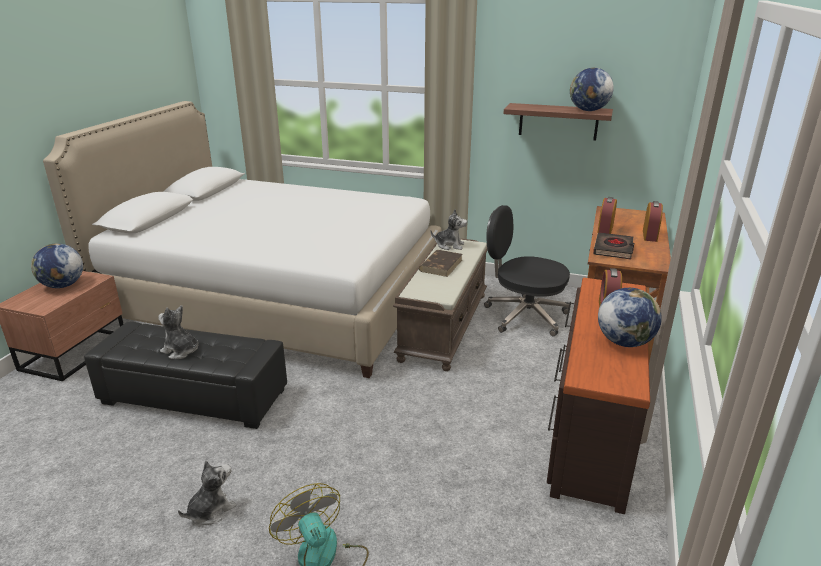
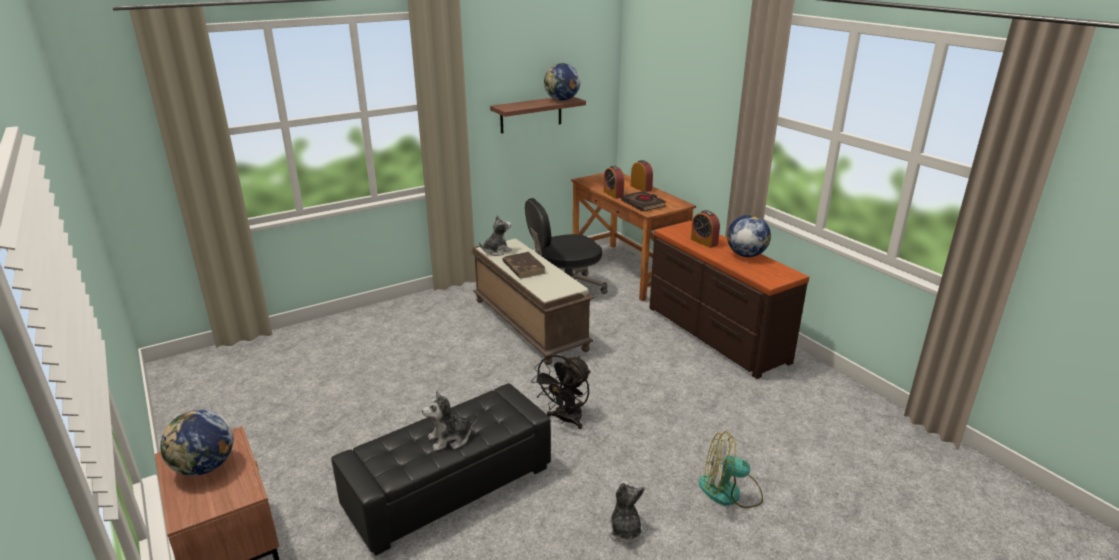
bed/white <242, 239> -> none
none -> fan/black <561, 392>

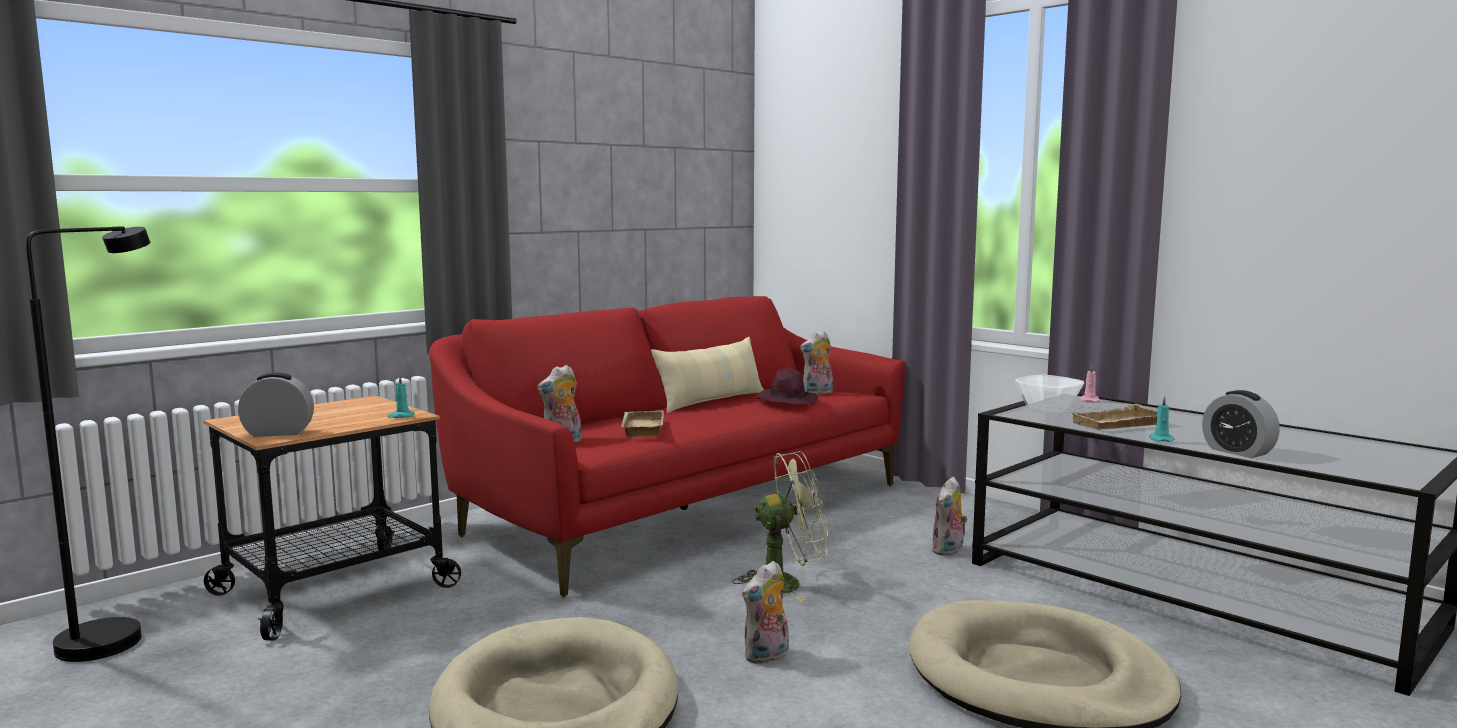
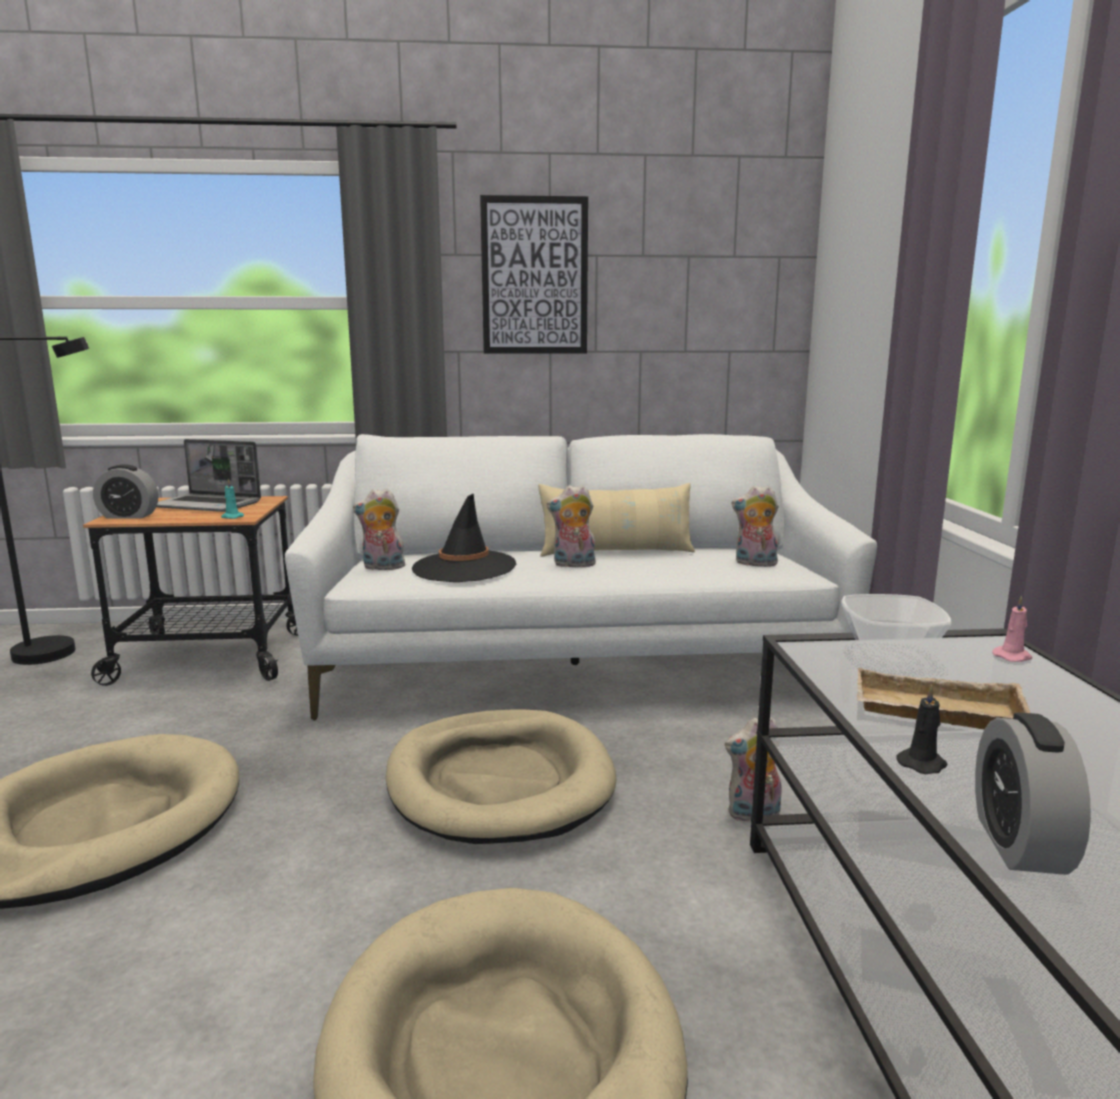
hat/purple <788, 387> -> none
none -> laptop <209, 475>
none -> picture <534, 274>
plush toy <765, 612> -> plush toy <571, 526>, moved
tray/beige <642, 423> -> hat/black <464, 537>
fan/green <780, 526> -> dog bed/beige <501, 777>
sofa/red <667, 446> -> sofa/white <581, 577>
candle/turquoise <1162, 419> -> candle/black <921, 729>
alarm clock <276, 404> -> alarm clock <125, 491>, 150 degrees clockwise

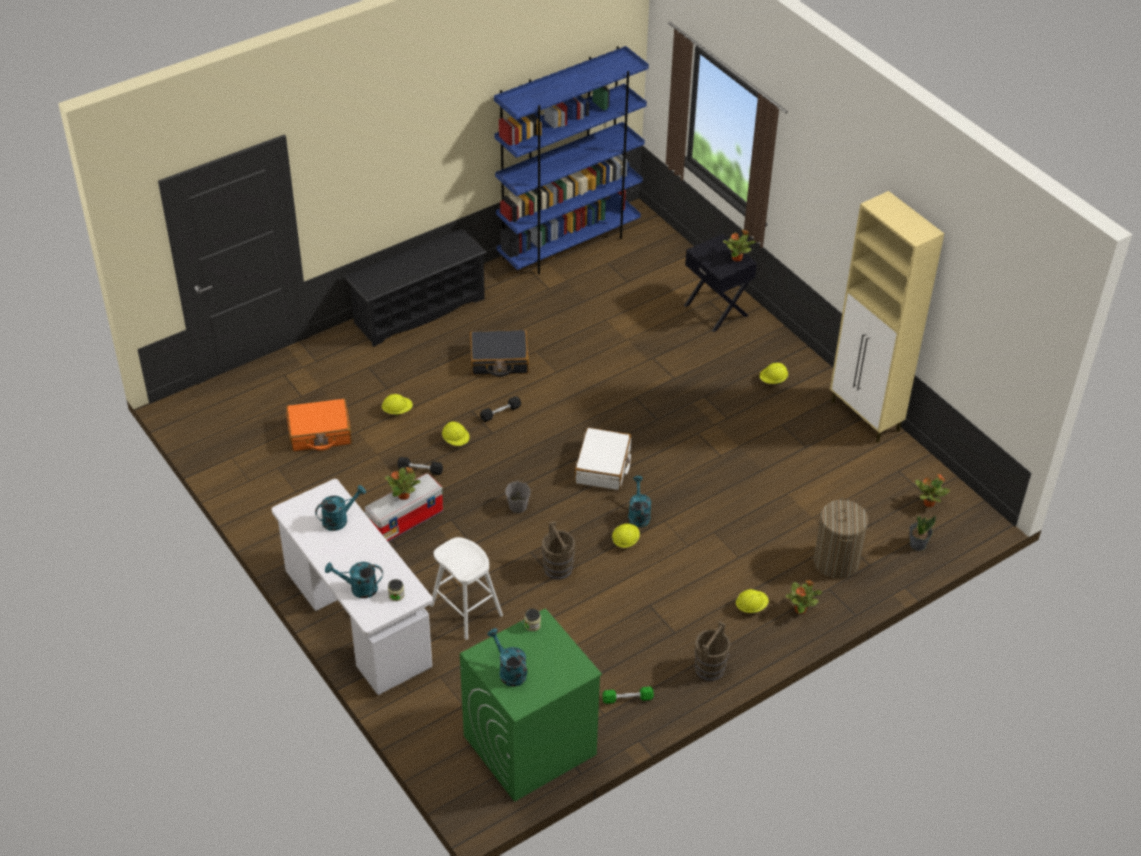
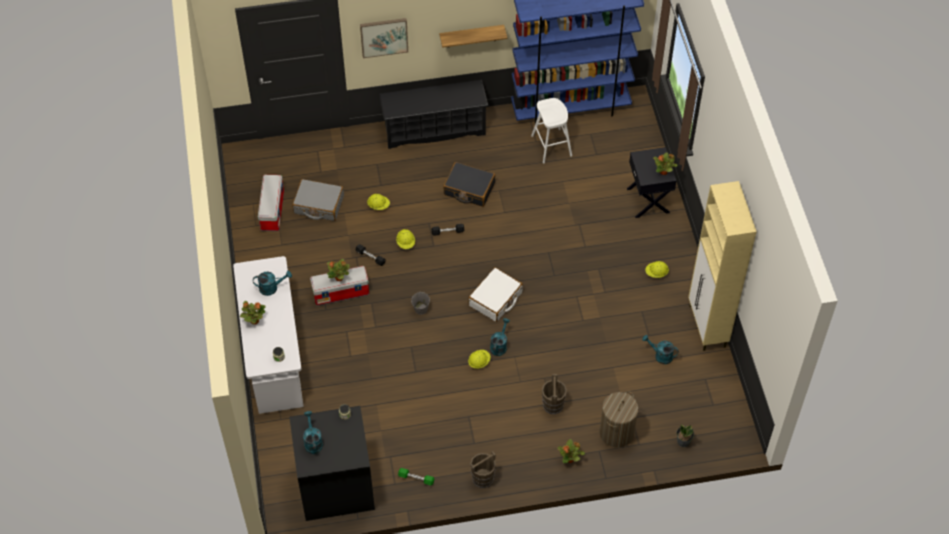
hard hat/yellow <752, 601> -> none
none -> storage box <271, 203>
none -> picture <384, 38>
none -> shelf <473, 36>
watering can/turquoise <354, 580> -> watering can/turquoise <660, 349>, moved
stool/white <466, 588> -> stool/white <551, 130>, moved
bucket/brown <558, 550> -> bucket/brown <554, 394>, moved
potted plant <933, 490> -> potted plant <253, 313>, moved
suitcase/orange <319, 424> -> suitcase/grey <318, 200>
washing machine/green <531, 705> -> washing machine/black <332, 463>

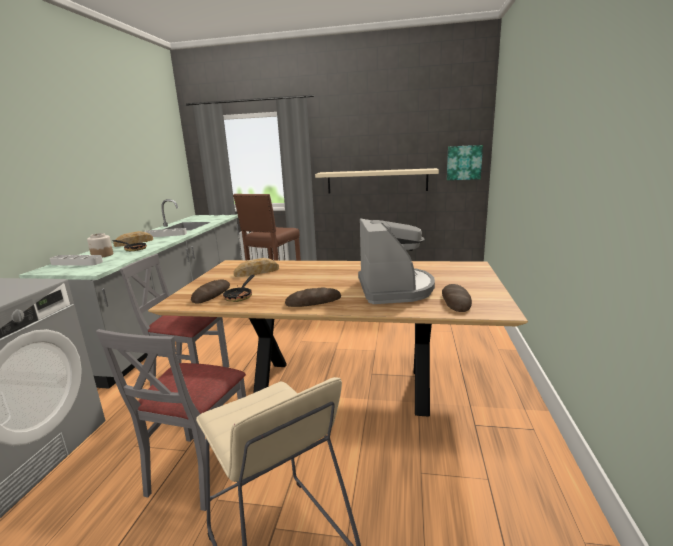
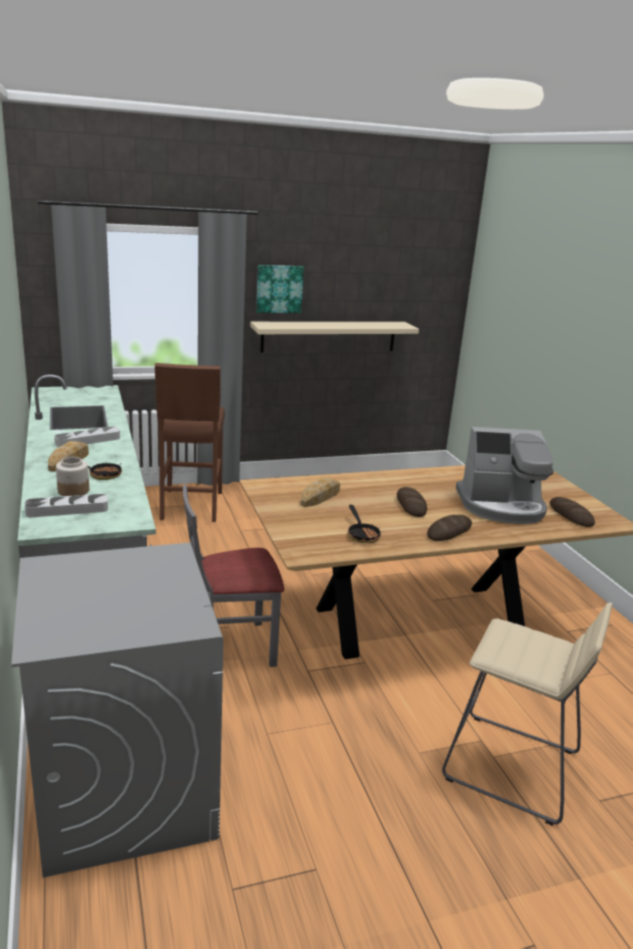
chair/grey <171, 420> -> none
bread <210, 291> -> bread <412, 502>, moved
picture <465, 162> -> picture <280, 289>, moved
coffee machine <396, 261> -> coffee machine <505, 475>, 120 degrees clockwise

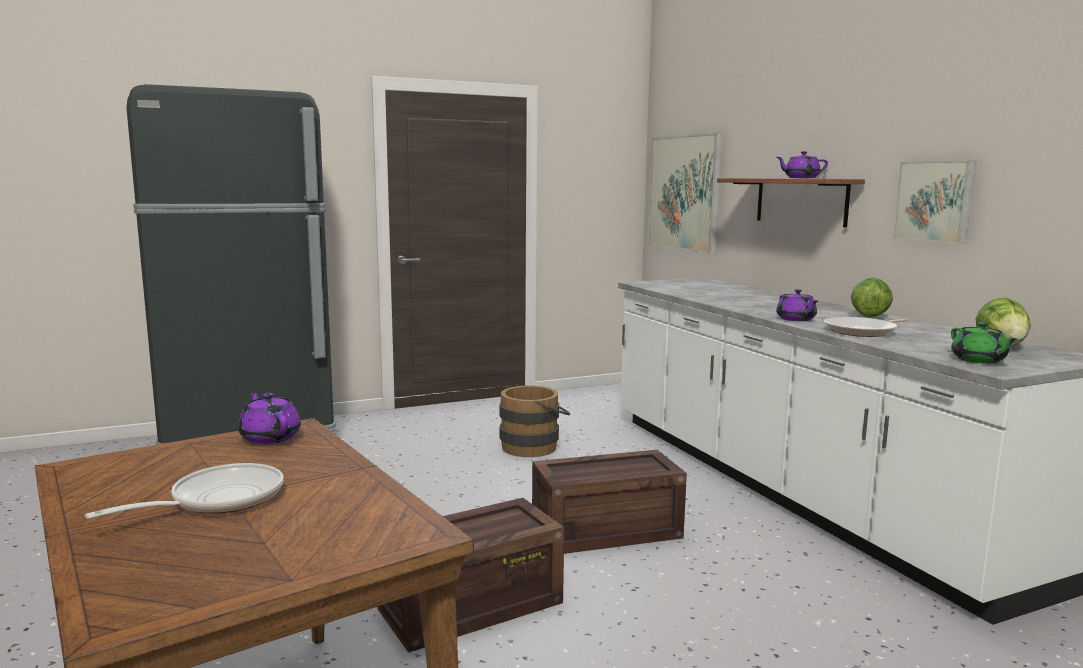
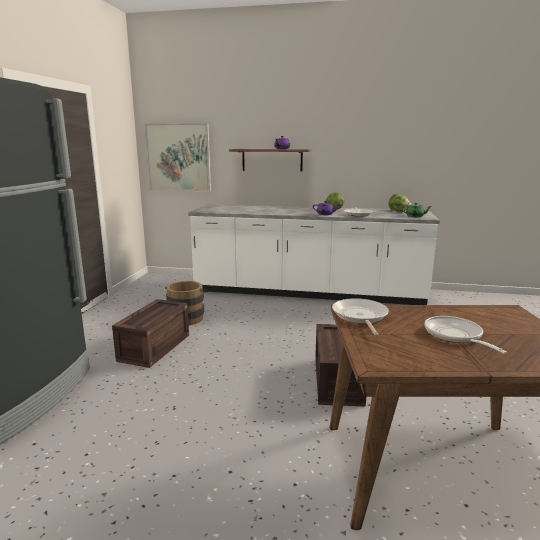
picture <934, 202> -> none
crate <609, 502> -> crate <150, 333>, moved
teapot/purple <269, 418> -> frying pan <360, 317>

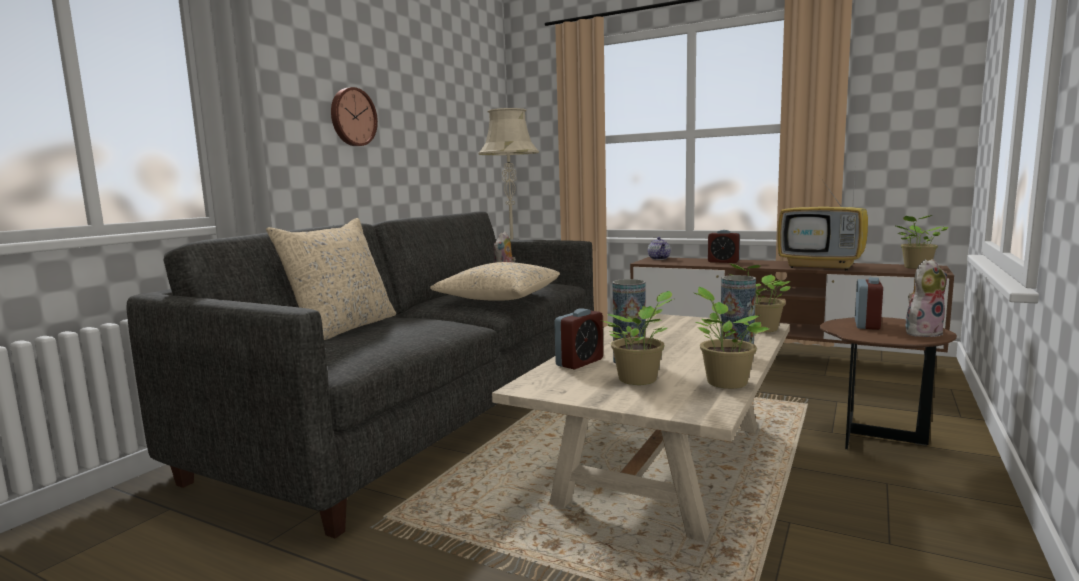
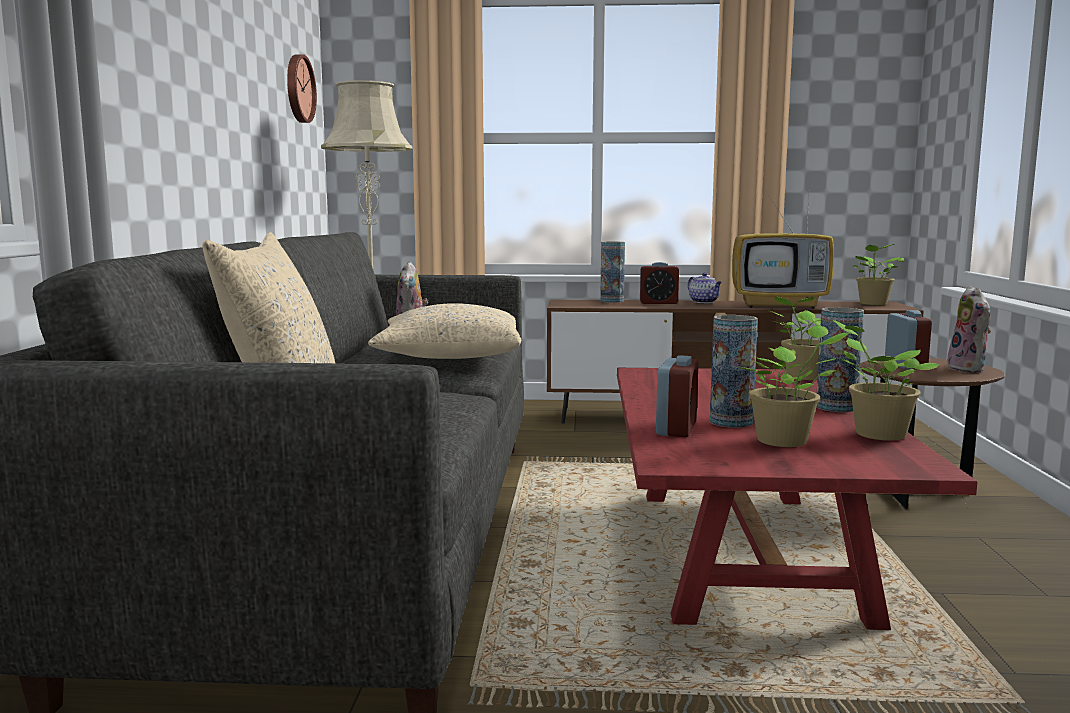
none -> vase <612, 272>
wall clock <354, 116> -> wall clock <302, 88>, moved
teapot <659, 248> -> teapot <705, 287>, moved
coffee table/beige <641, 428> -> coffee table/red <797, 499>
plush toy <926, 298> -> plush toy <969, 329>, 135 degrees clockwise

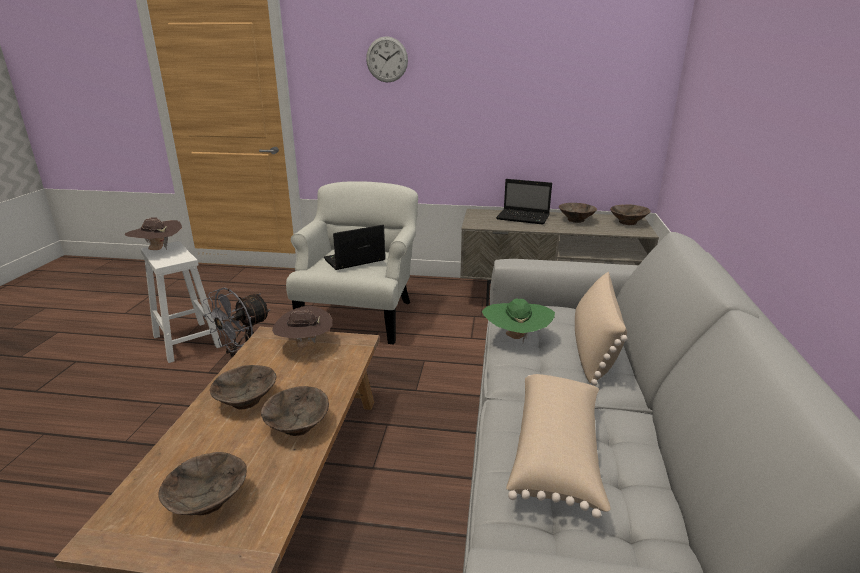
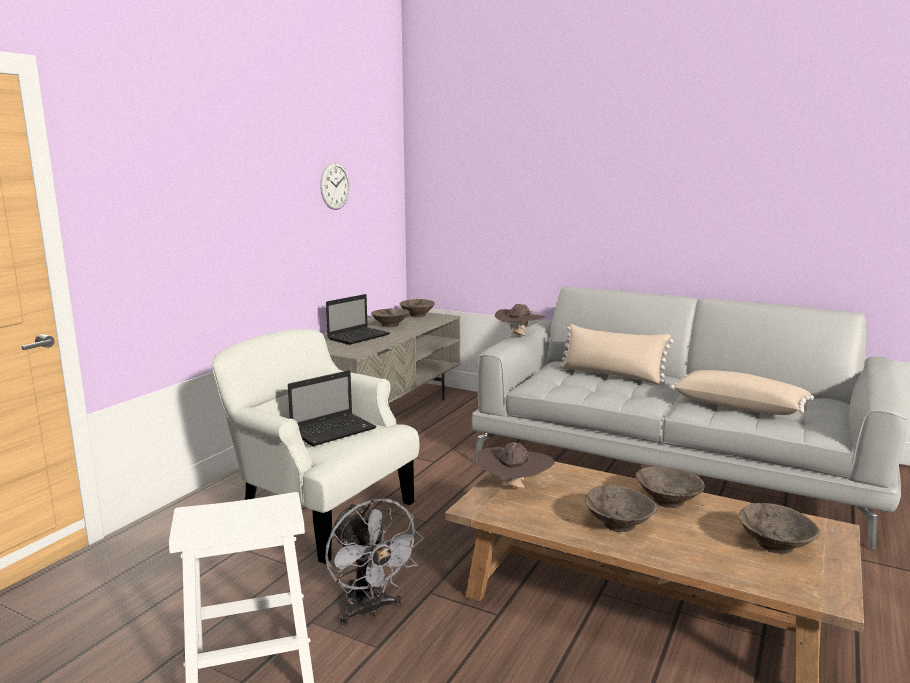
hat/green <518, 320> -> none
hat/brown <153, 233> -> hat/brown <520, 320>, moved
wall clock <387, 59> -> wall clock <335, 186>, moved
laptop <355, 247> -> laptop <332, 408>, 120 degrees counterclockwise

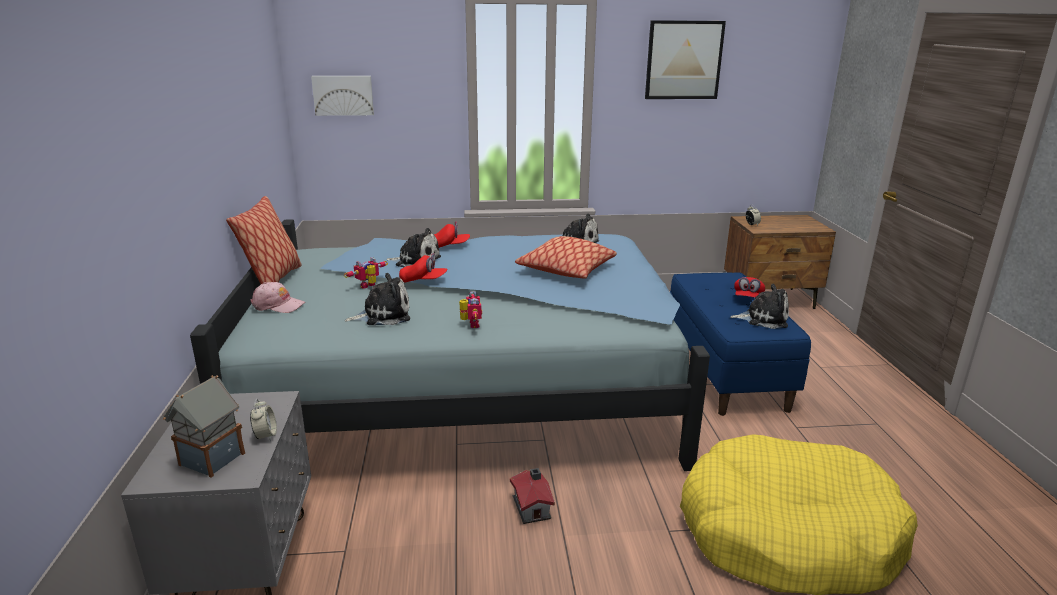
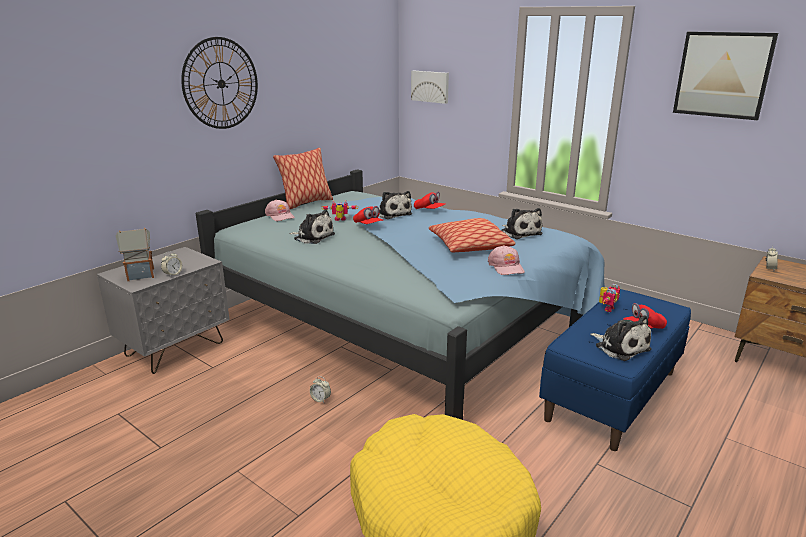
none -> wall clock <219, 83>
none -> cap/pink <506, 260>
toy robot <470, 309> -> toy robot <609, 298>, moved
toy house <532, 496> -> alarm clock <320, 389>

